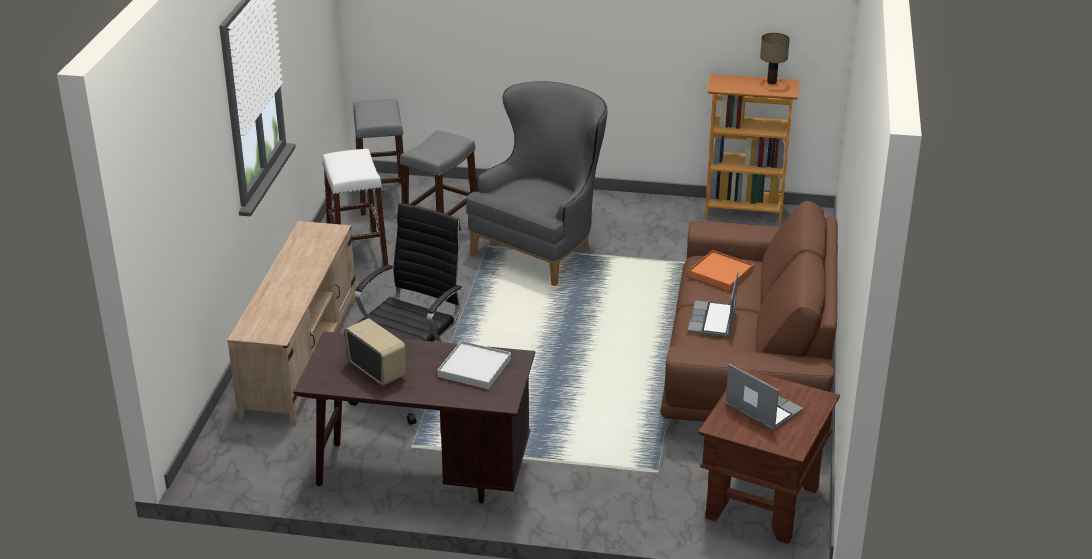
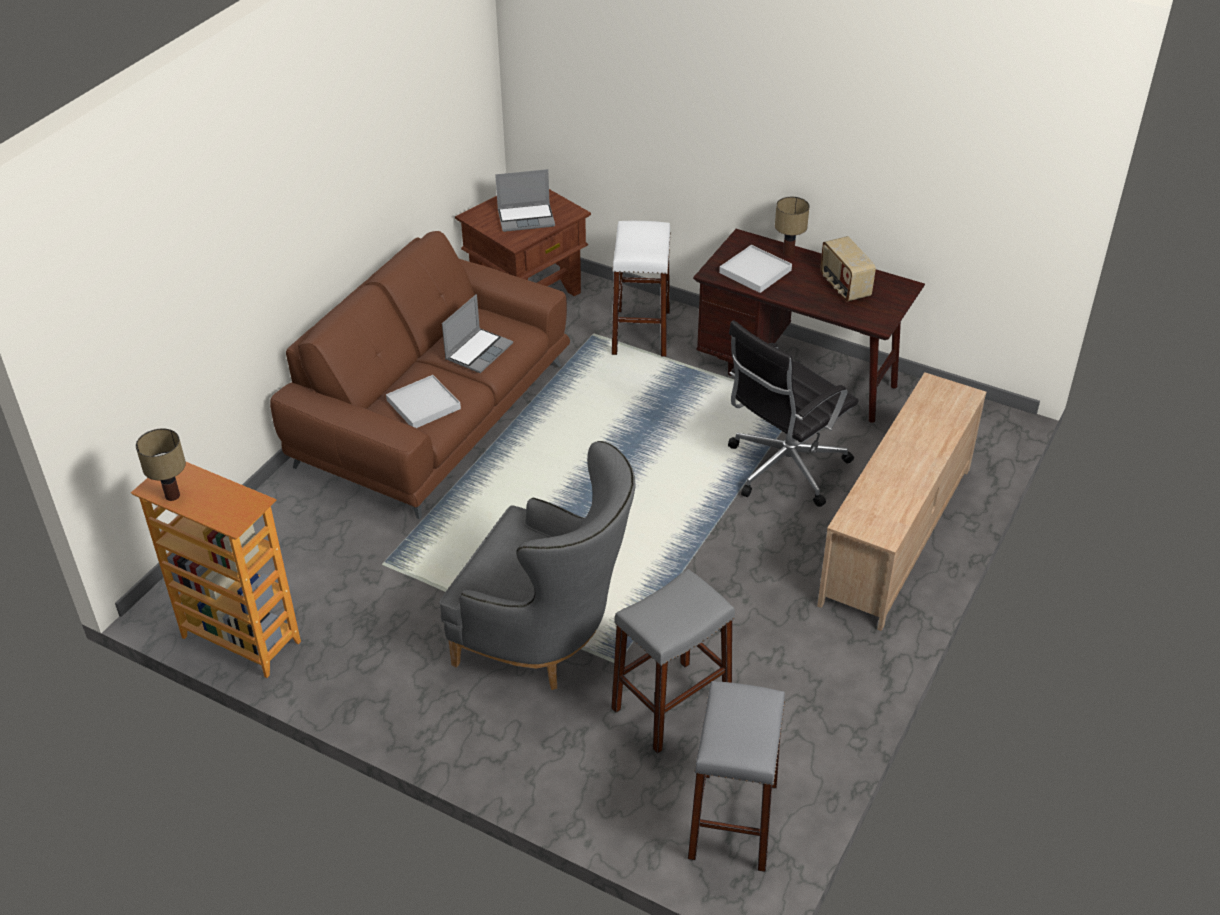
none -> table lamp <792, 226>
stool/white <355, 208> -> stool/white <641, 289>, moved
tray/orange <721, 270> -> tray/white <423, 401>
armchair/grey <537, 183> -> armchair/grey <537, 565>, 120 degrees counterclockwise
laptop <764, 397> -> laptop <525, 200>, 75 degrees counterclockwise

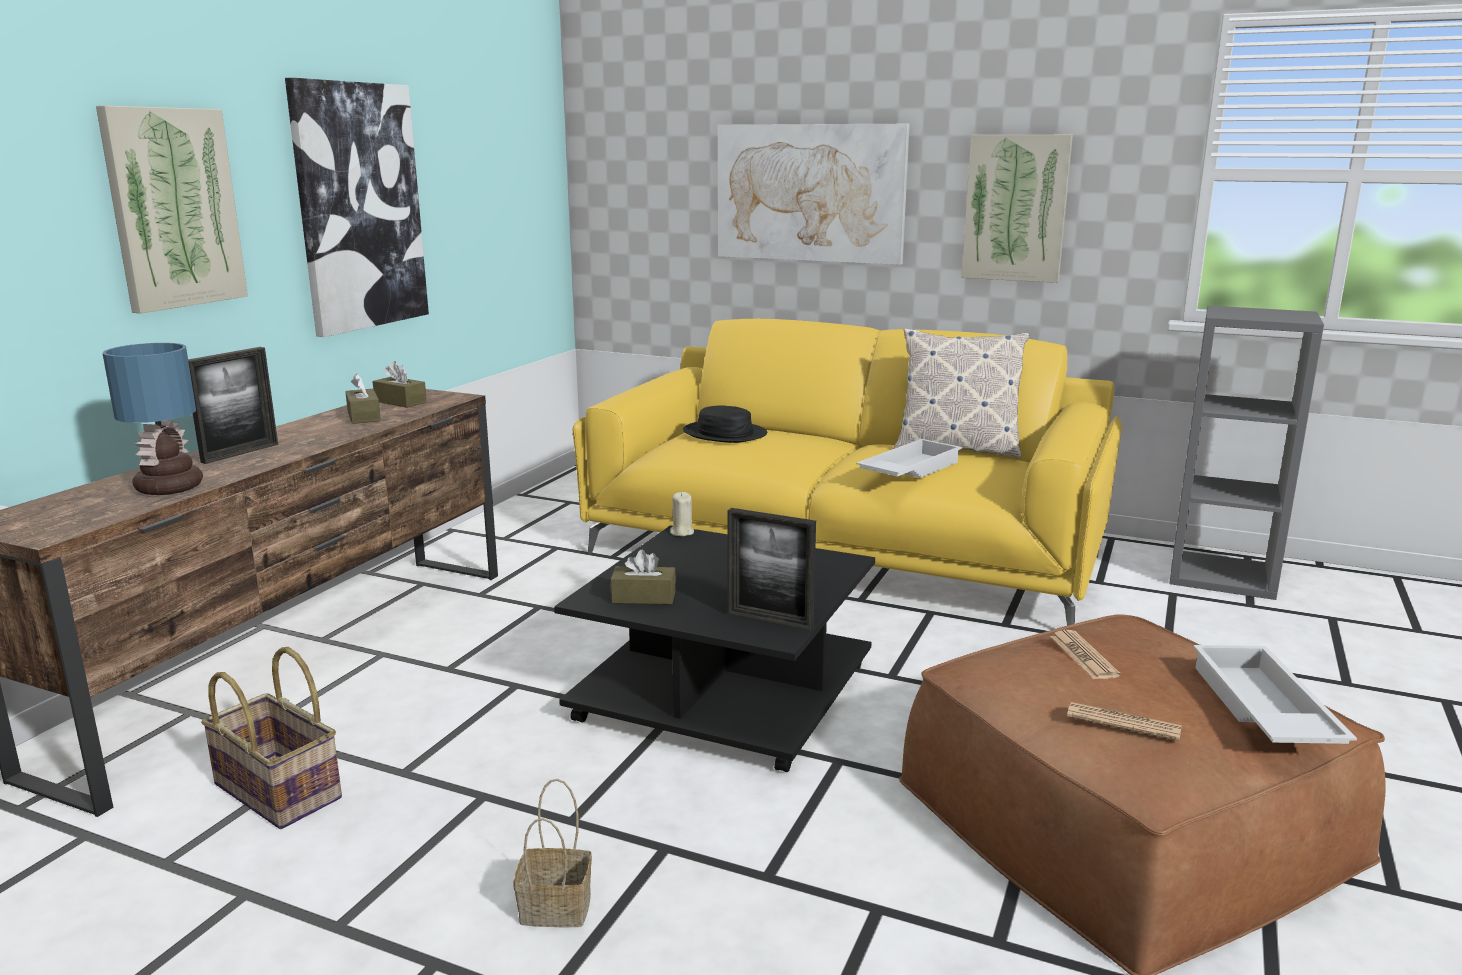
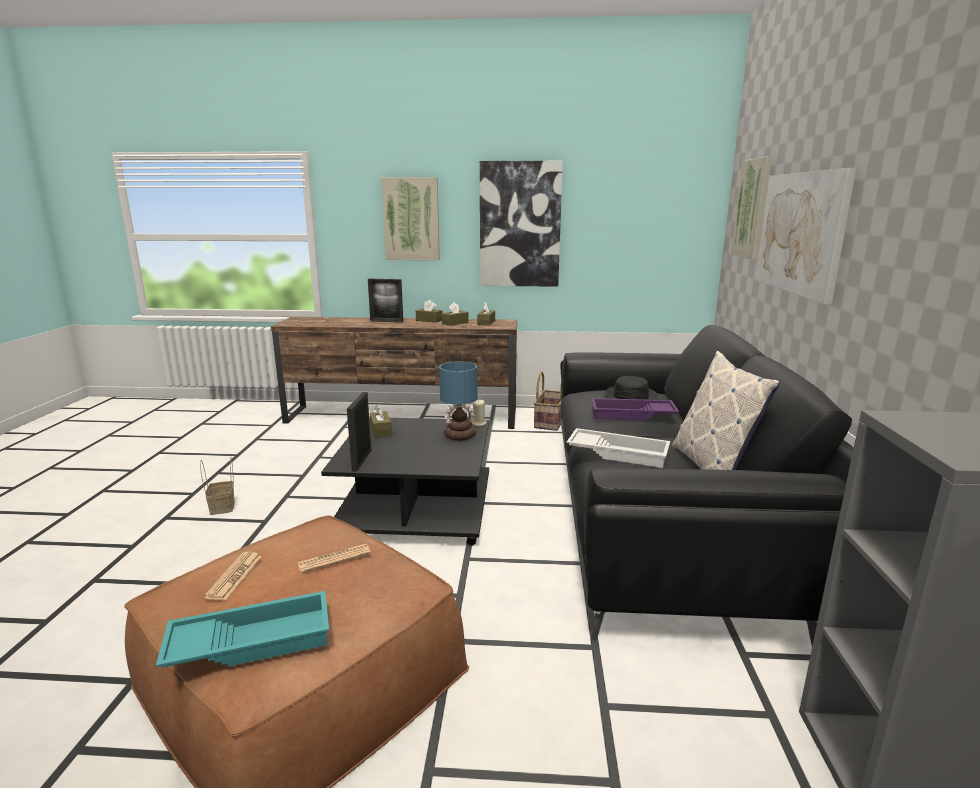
none -> tissue box/brown <429, 311>
none -> tray/purple <635, 409>
table lamp <152, 419> -> table lamp <458, 401>, moved
basket <271, 738> -> basket <548, 401>, moved
picture <1017, 209> -> picture <751, 208>, moved
sofa/yellow <847, 472> -> sofa/black <707, 485>
tray/white <1275, 694> -> tray/turquoise <242, 629>

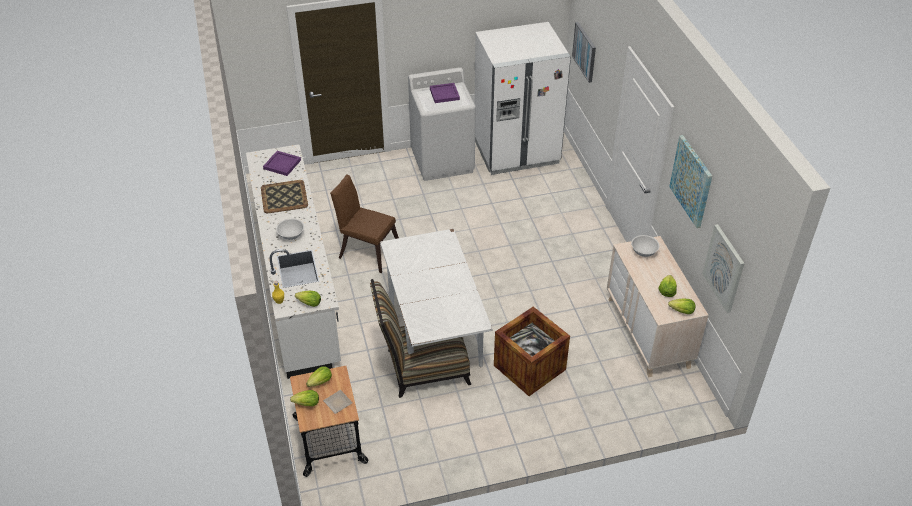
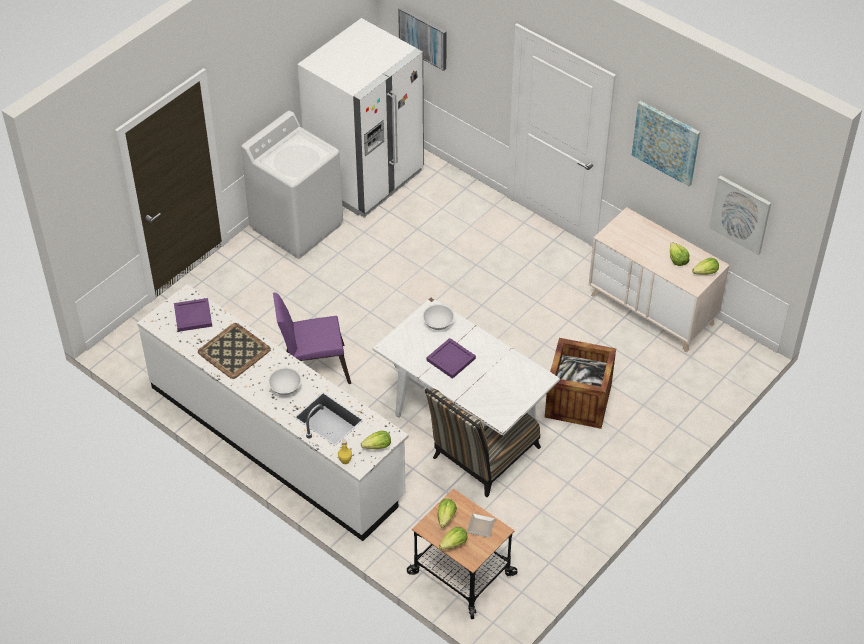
tray/purple <445, 93> -> tray/purple <451, 358>, moved
bowl/white <645, 246> -> bowl/white <438, 317>, moved
chair/brown <364, 223> -> chair/purple <312, 338>

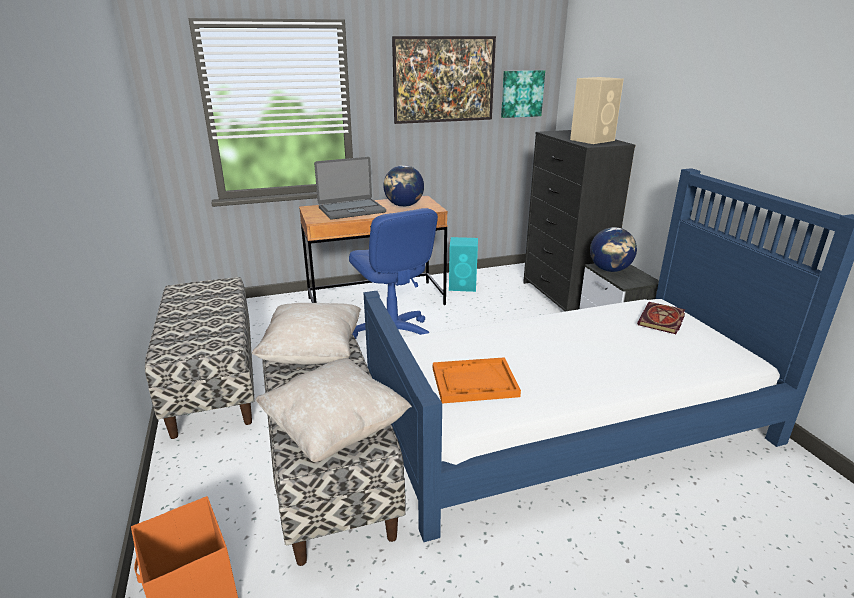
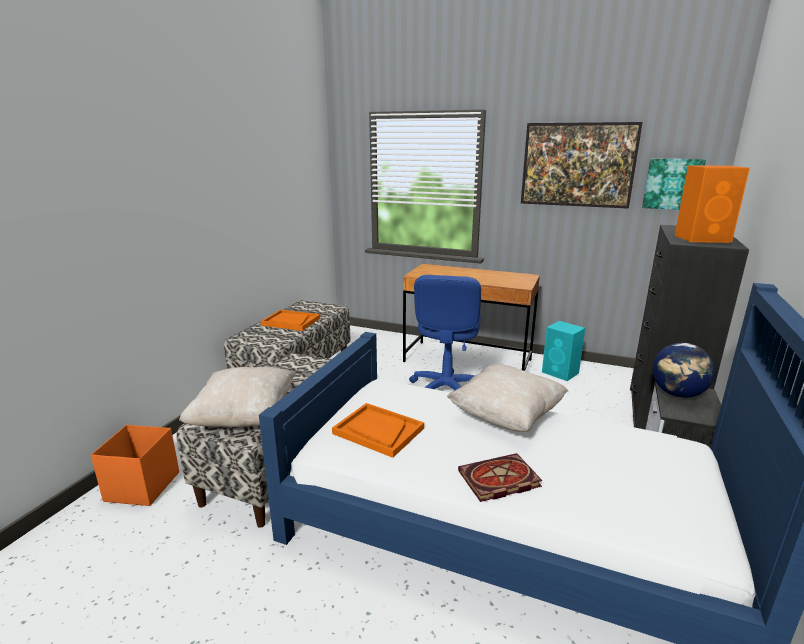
laptop <350, 188> -> none
globe <403, 186> -> none
none -> tray/orange <290, 320>
pillow/beige <306, 334> -> pillow/beige <507, 397>, moved
book <661, 318> -> book <500, 477>, moved
speaker/beige <597, 110> -> speaker/orange <712, 204>

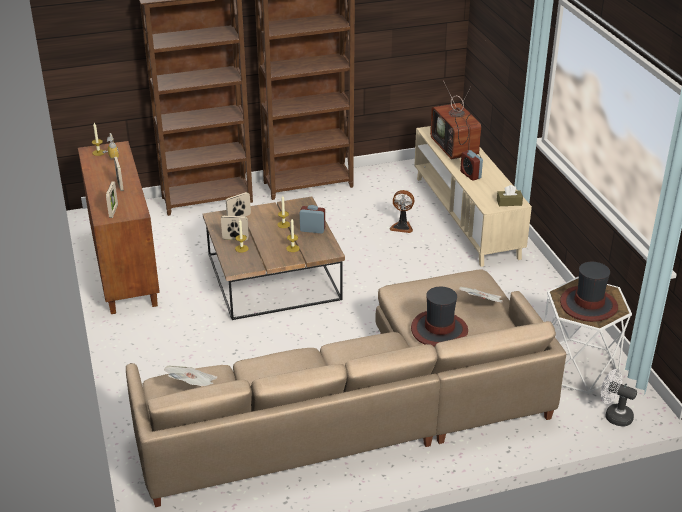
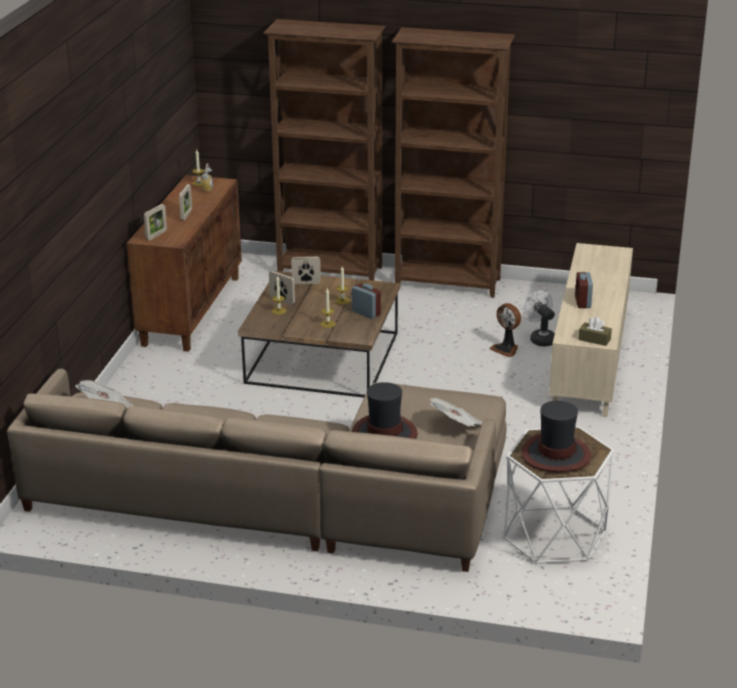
television <455, 119> -> none
fan/white <619, 398> -> fan/white <539, 318>, moved

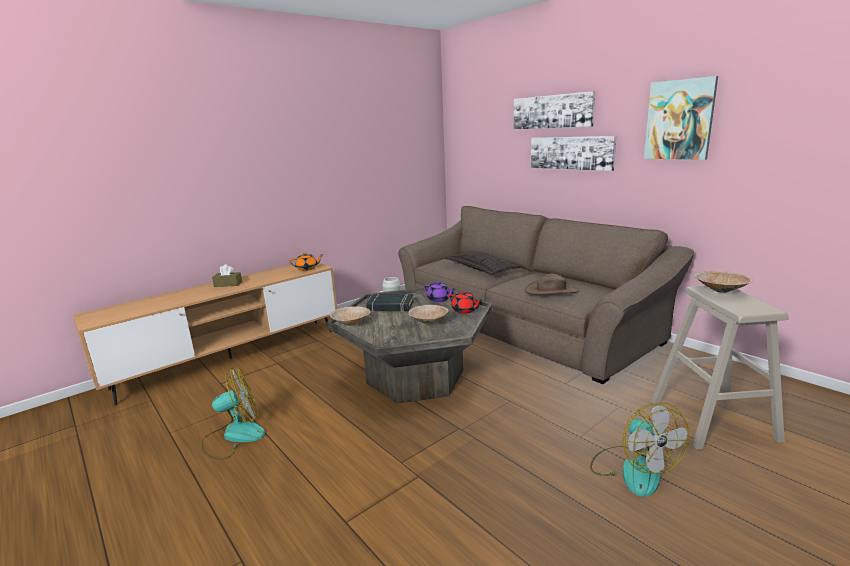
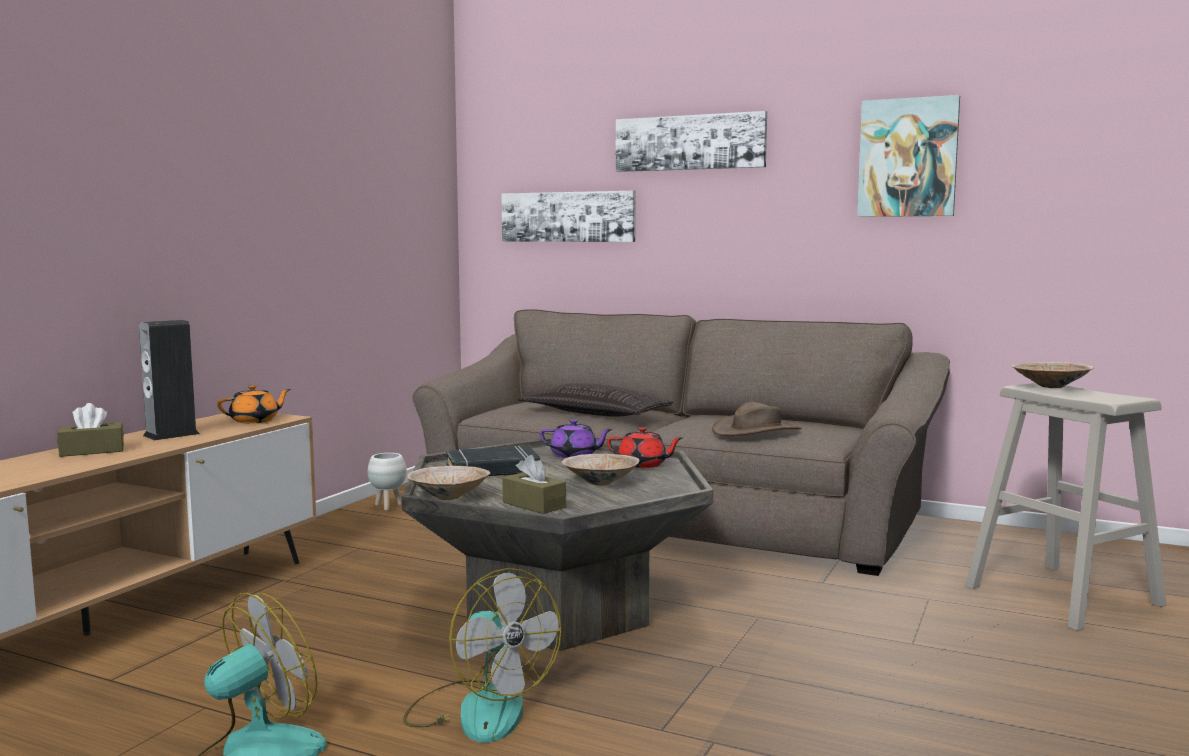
none -> speaker <169, 380>
none -> tissue box/brown <534, 484>
picture <573, 153> -> picture <568, 216>, moved
fan <640, 449> -> fan <482, 655>, moved

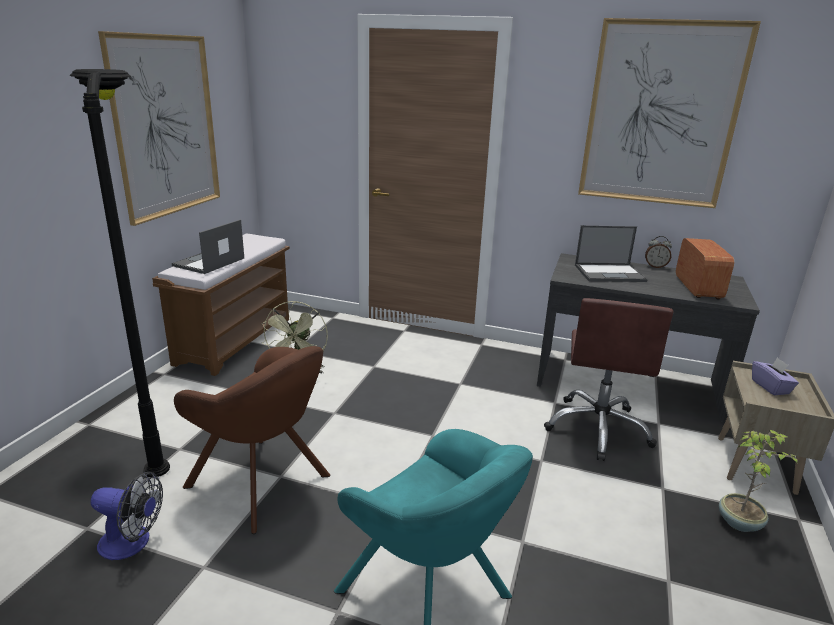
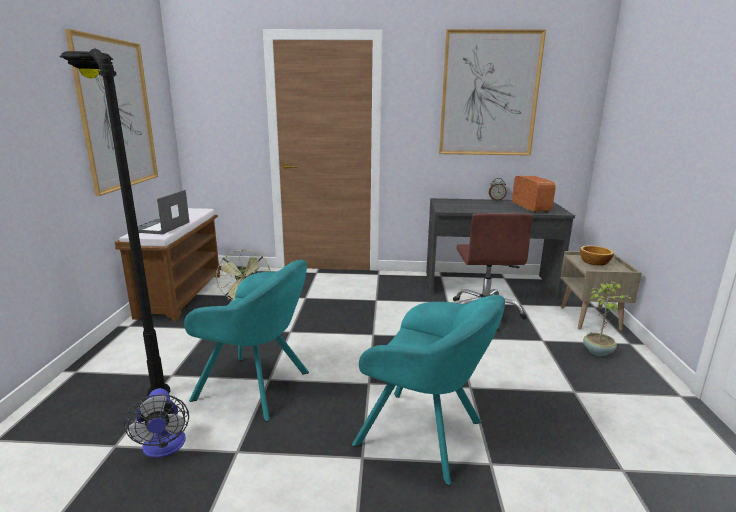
laptop <611, 253> -> none
tissue box/purple <775, 376> -> bowl <597, 255>
armchair/brown <252, 440> -> armchair/turquoise <246, 341>
fan <126, 516> -> fan <156, 423>, 75 degrees clockwise

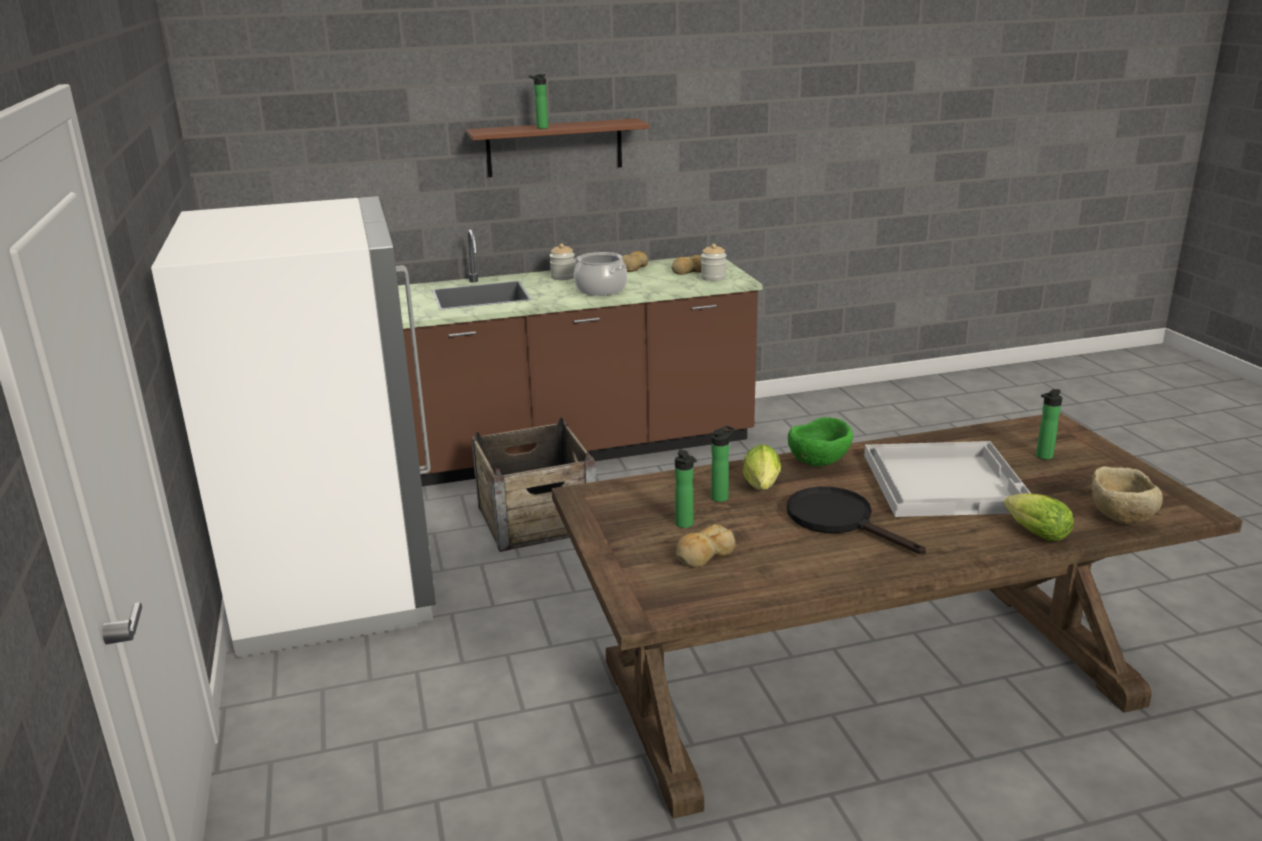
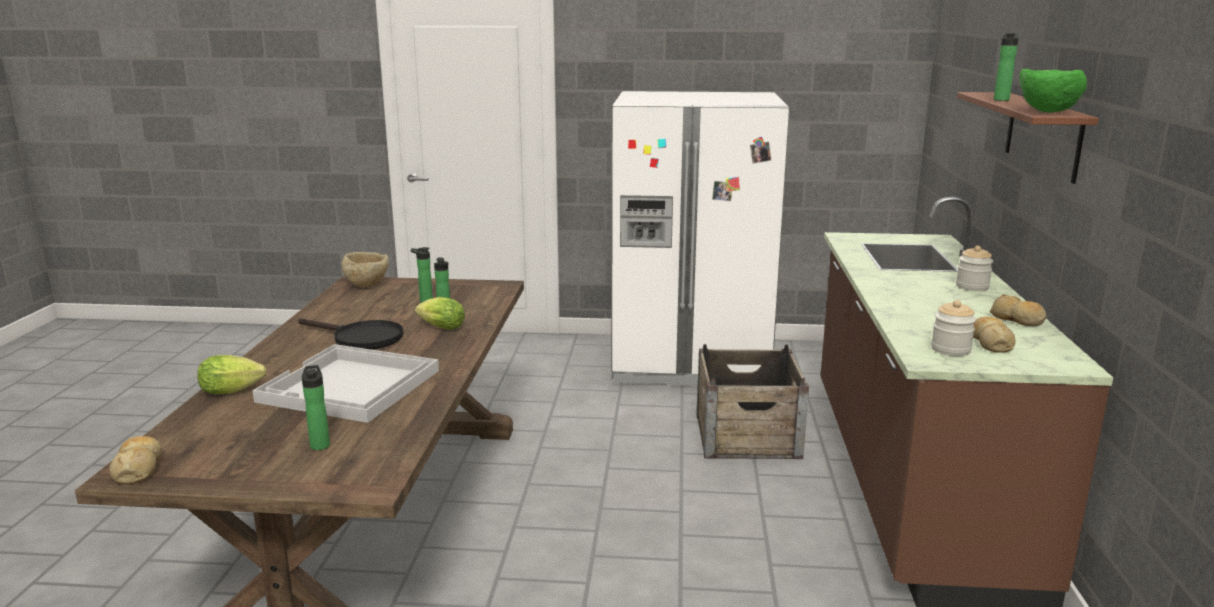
cooking pot <601, 274> -> none
bread <706, 546> -> bread <135, 460>, moved
bowl/green <820, 441> -> bowl/green <1053, 90>, moved
bowl/beige <1127, 495> -> bowl/beige <365, 269>, moved
frying pan/black <856, 520> -> frying pan/black <351, 334>, 45 degrees clockwise

